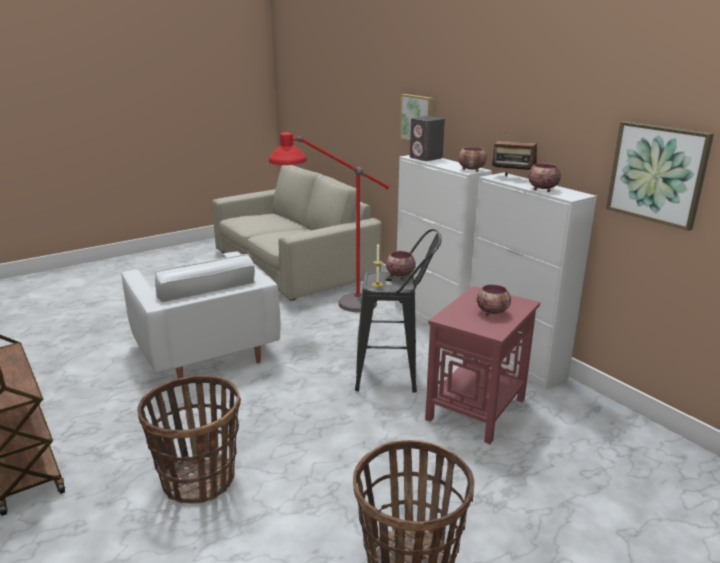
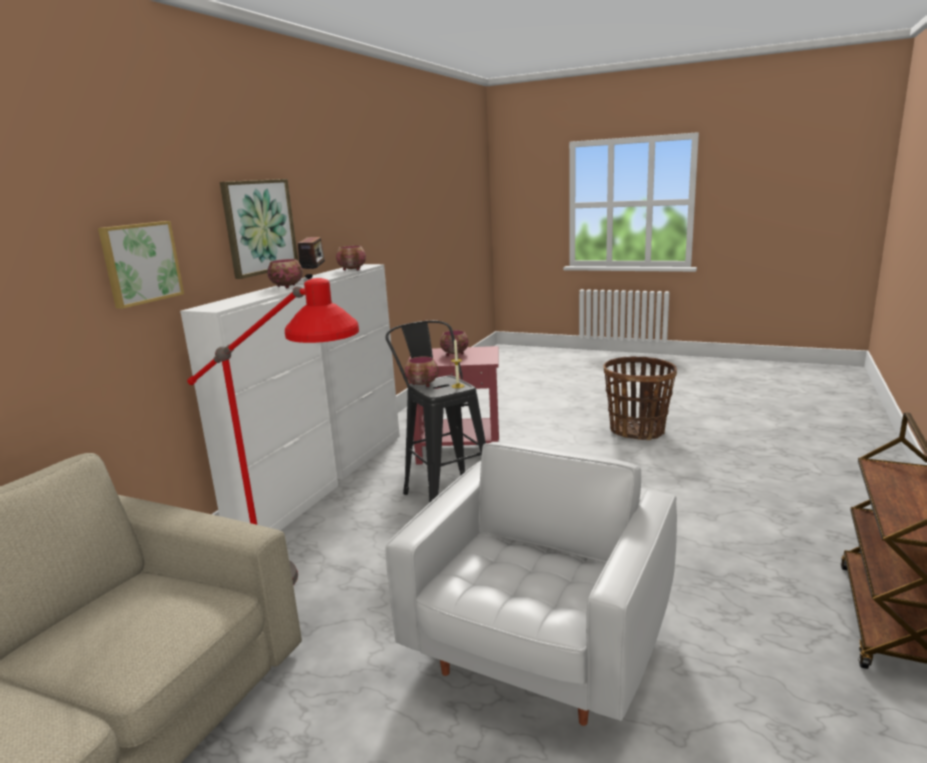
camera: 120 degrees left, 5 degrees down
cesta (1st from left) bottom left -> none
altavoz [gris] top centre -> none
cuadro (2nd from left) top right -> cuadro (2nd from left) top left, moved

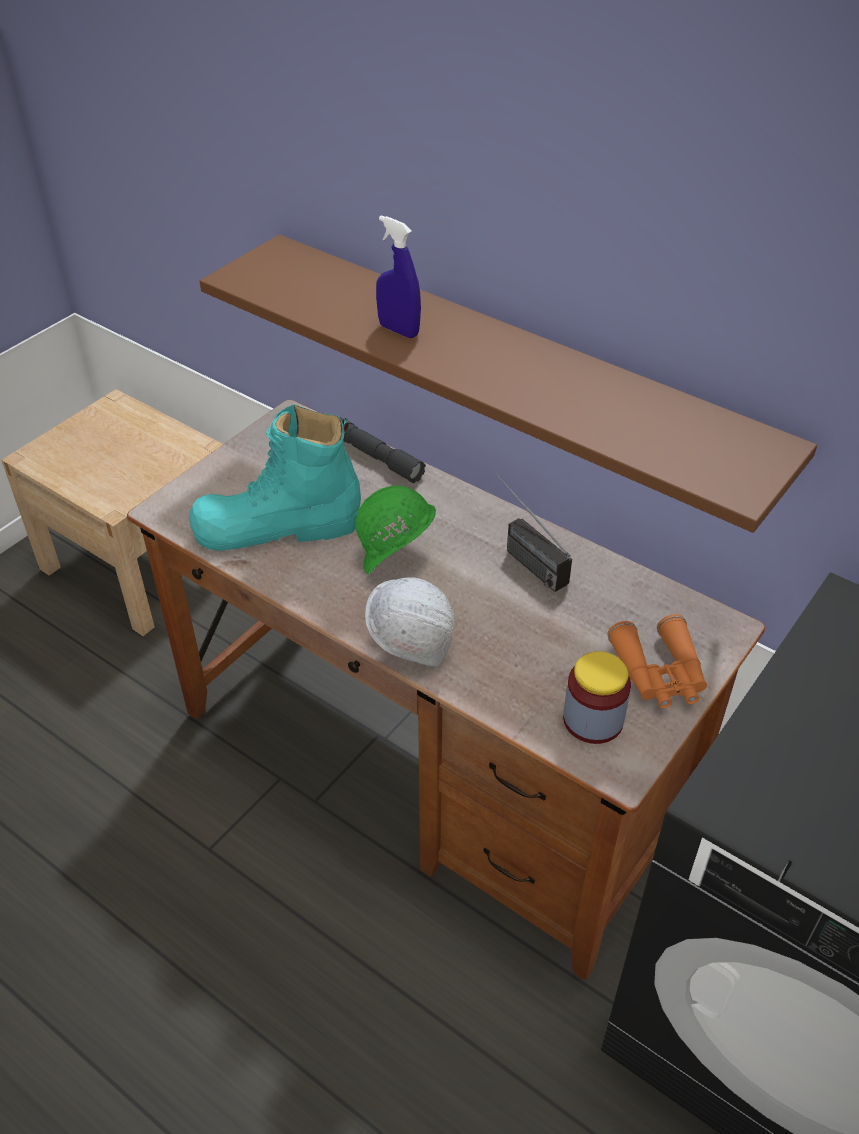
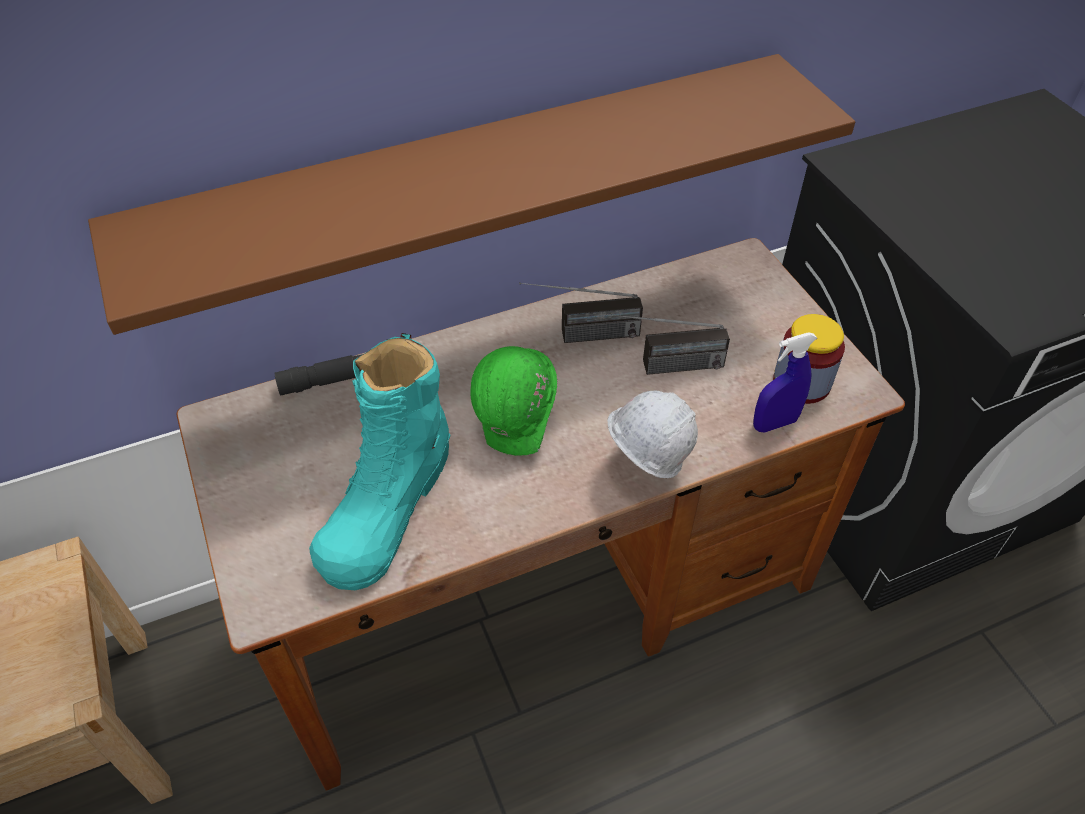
camera: 60 degrees left, 5 degrees up
pulverizador [azul] top centre -> pulverizador [azul] middle right, moved
prismáticos [naranja] middle right -> none
none -> radio (2nd from left) centre

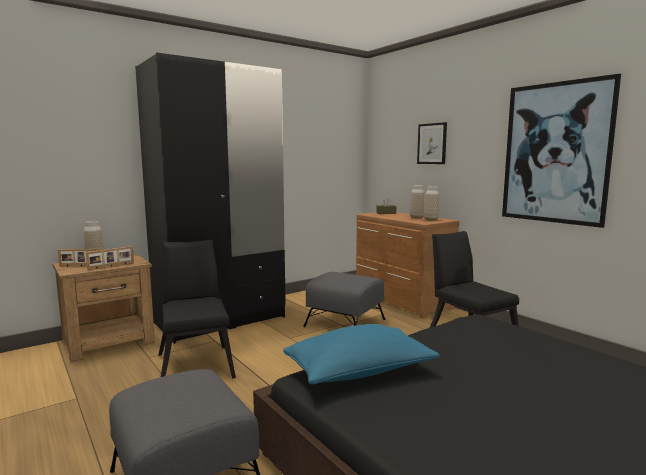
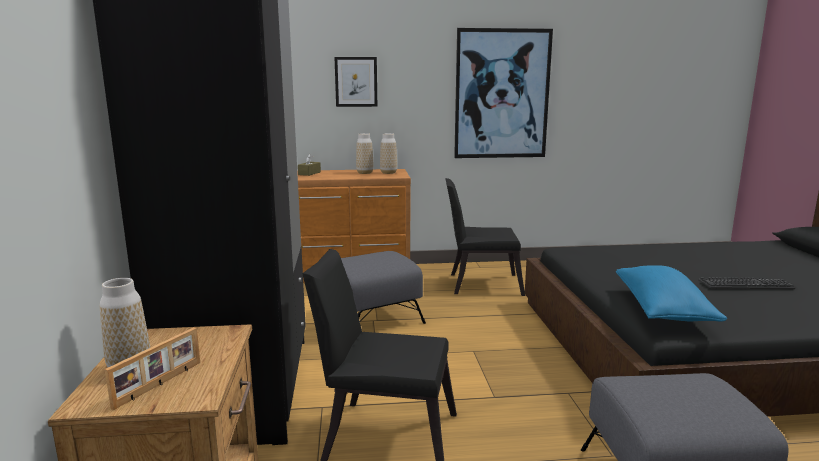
camera: 60 degrees left, 5 degrees up
portarretratos (2nd from left) middle left -> none
none -> teclado middle right

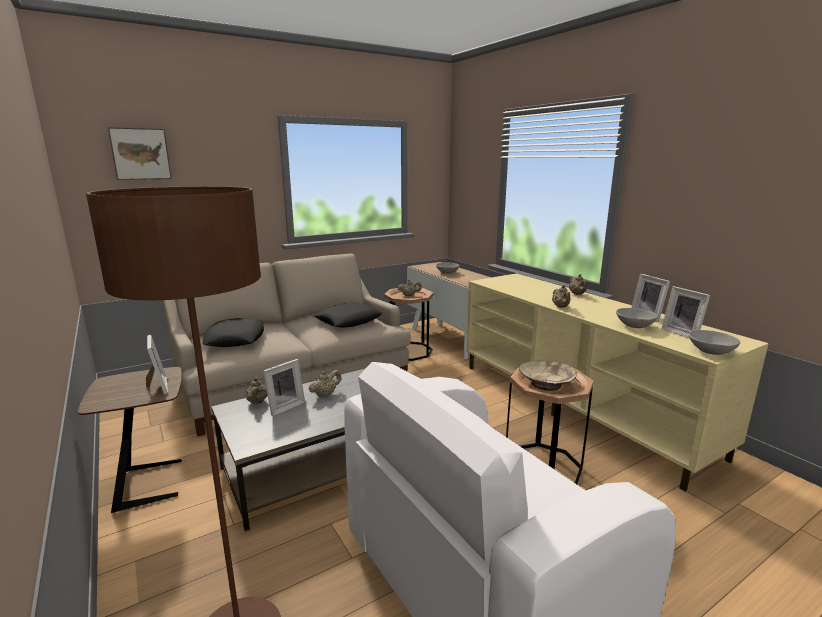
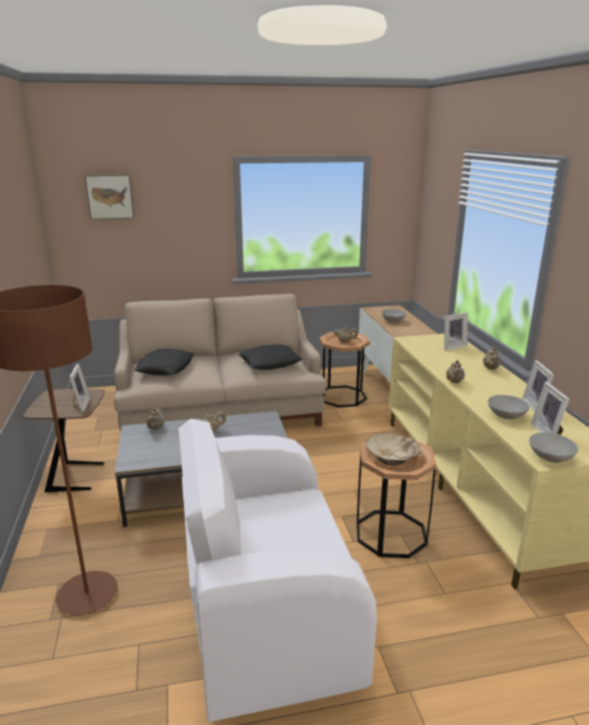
camera: 20 degrees right, 5 degrees up
portarretratos (2nd from left) centre -> portarretratos (2nd from left) middle right, moved

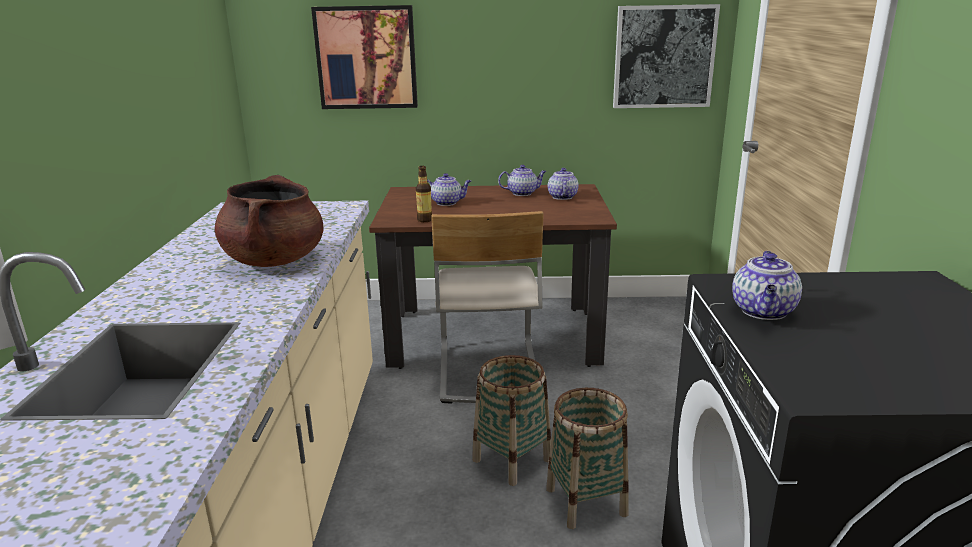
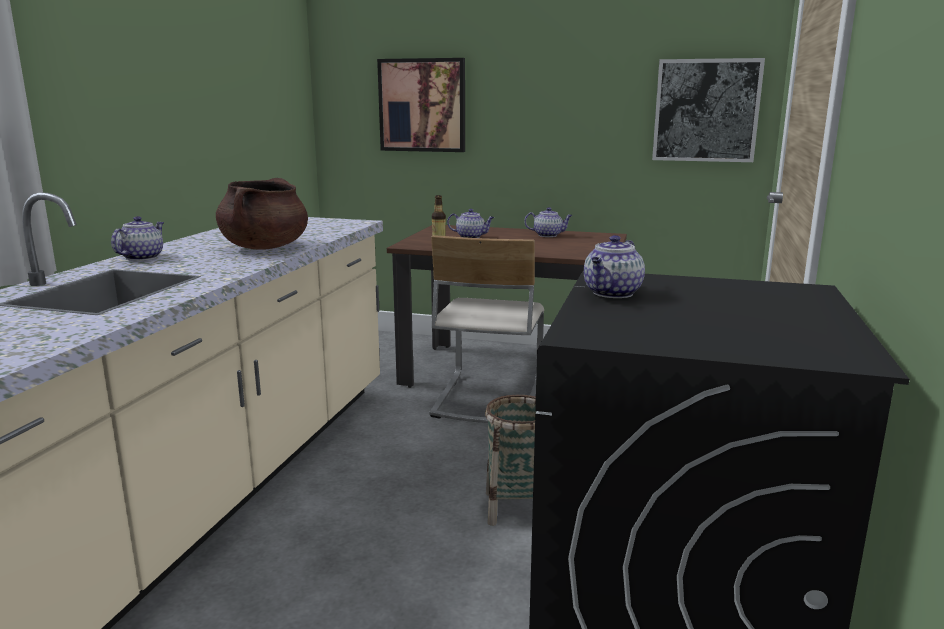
camera: 15 degrees right, 5 degrees down
cesta (1st from left) bottom centre -> none
tetera (3rd from left in the first image) centre -> tetera (1st from left) middle left, moved

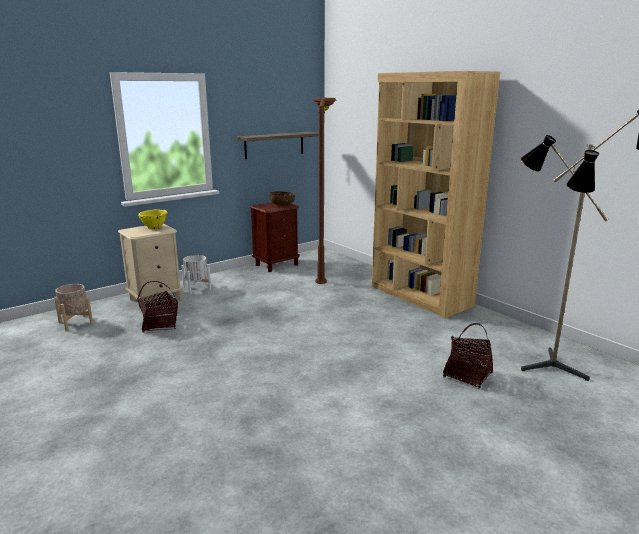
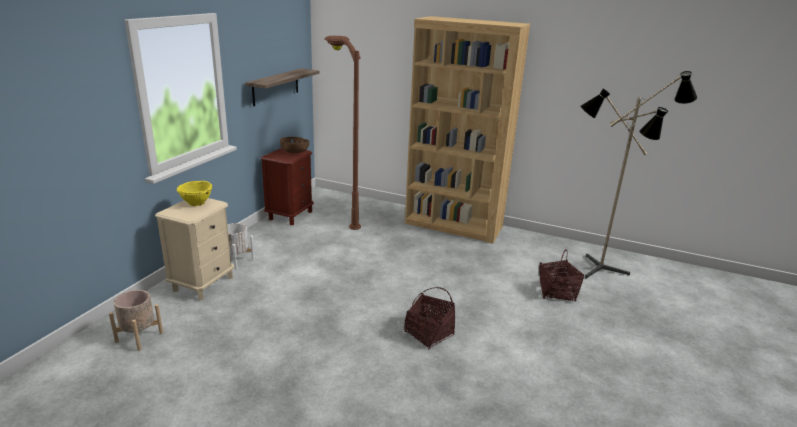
camera: 30 degrees left, 5 degrees up
cesta (1st from left) middle left -> cesta (1st from left) bottom centre, moved

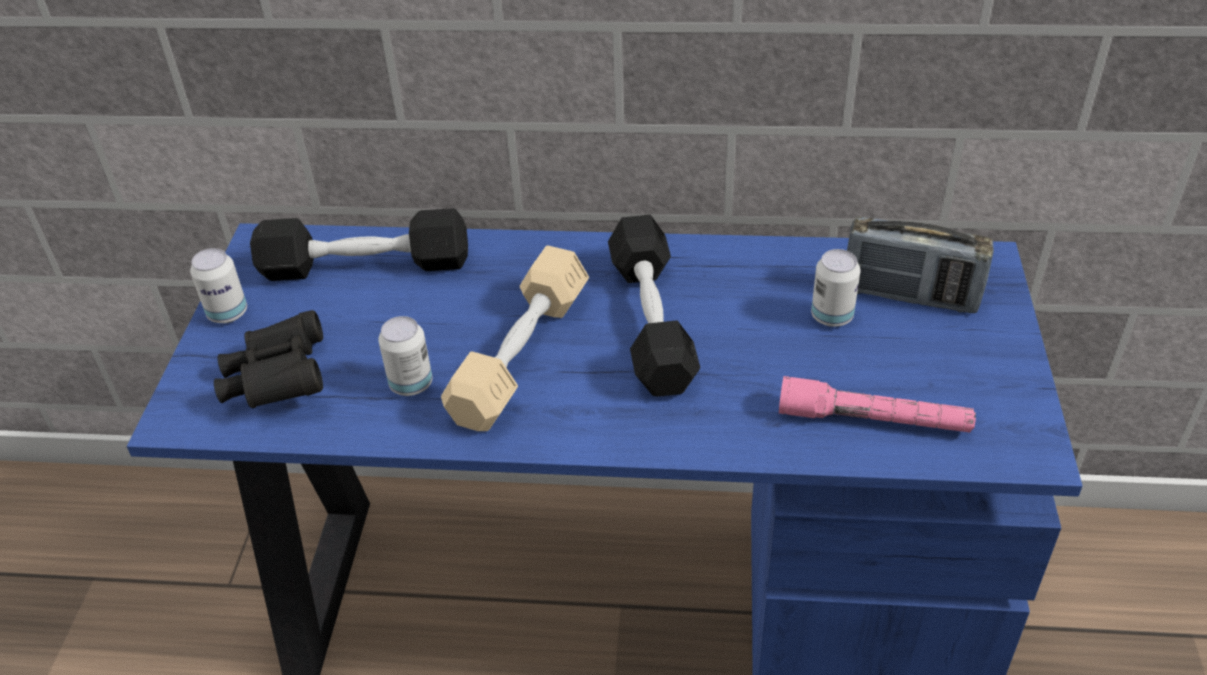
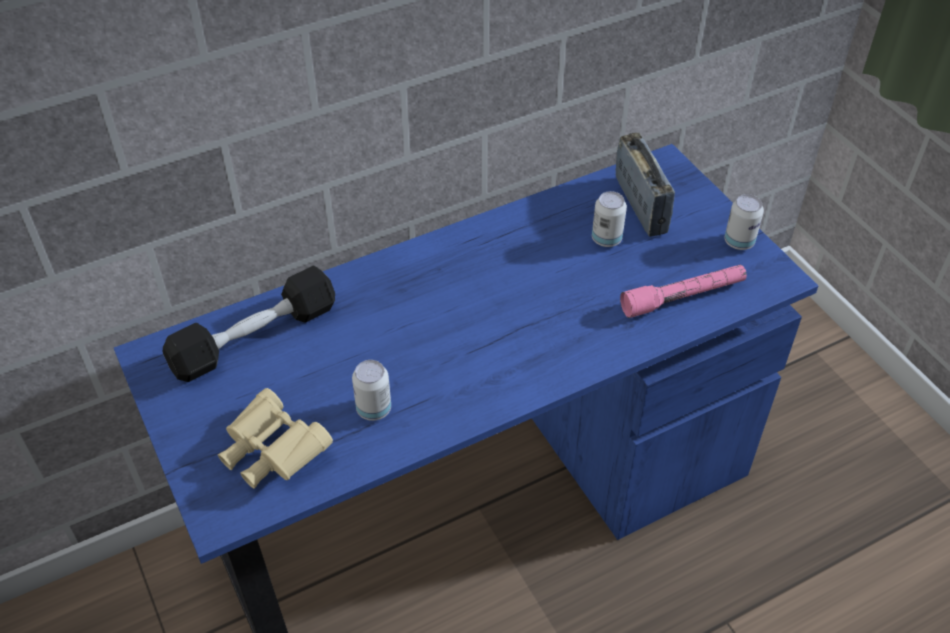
camera: 35 degrees left, 5 degrees up
lata (1st from left in the first image) middle left -> lata (3rd from left) middle right, moved
prismáticos [negro] middle left -> prismáticos [beis] bottom left
mancuerna [beis] centre -> none
mancuerna [negro] (2nd from left) centre -> none
radio middle right -> radio top right, 90 degrees counterclockwise

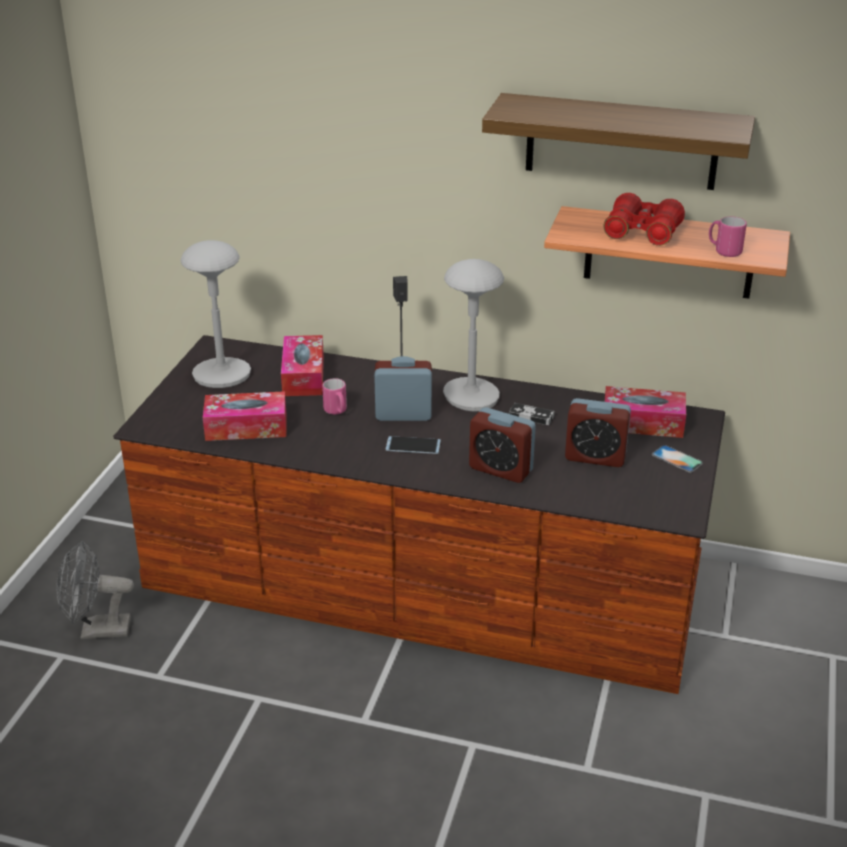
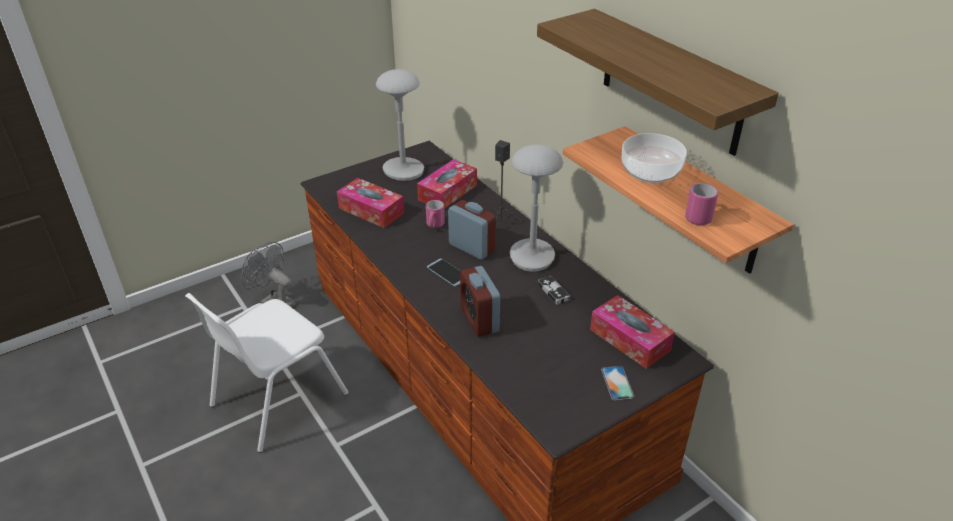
camera: 40 degrees right, 5 degrees up
despertador (3rd from left) middle right -> none
prismáticos [rojo] top right -> cuenco top right
none -> silla [blanco] bottom left

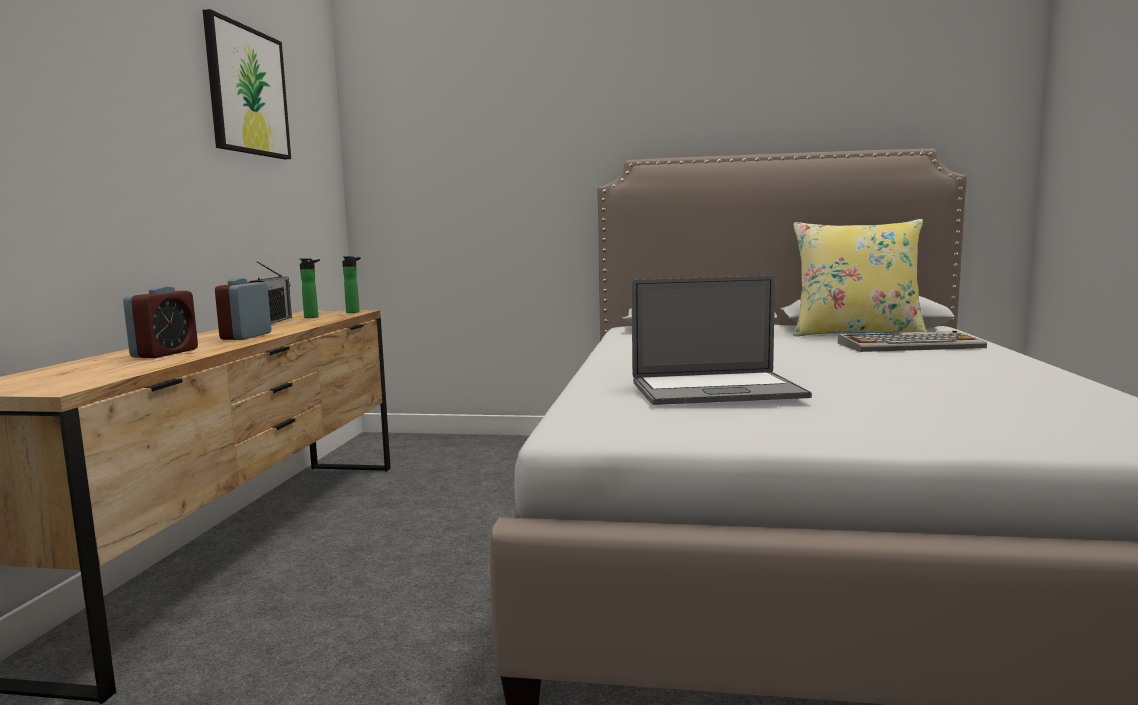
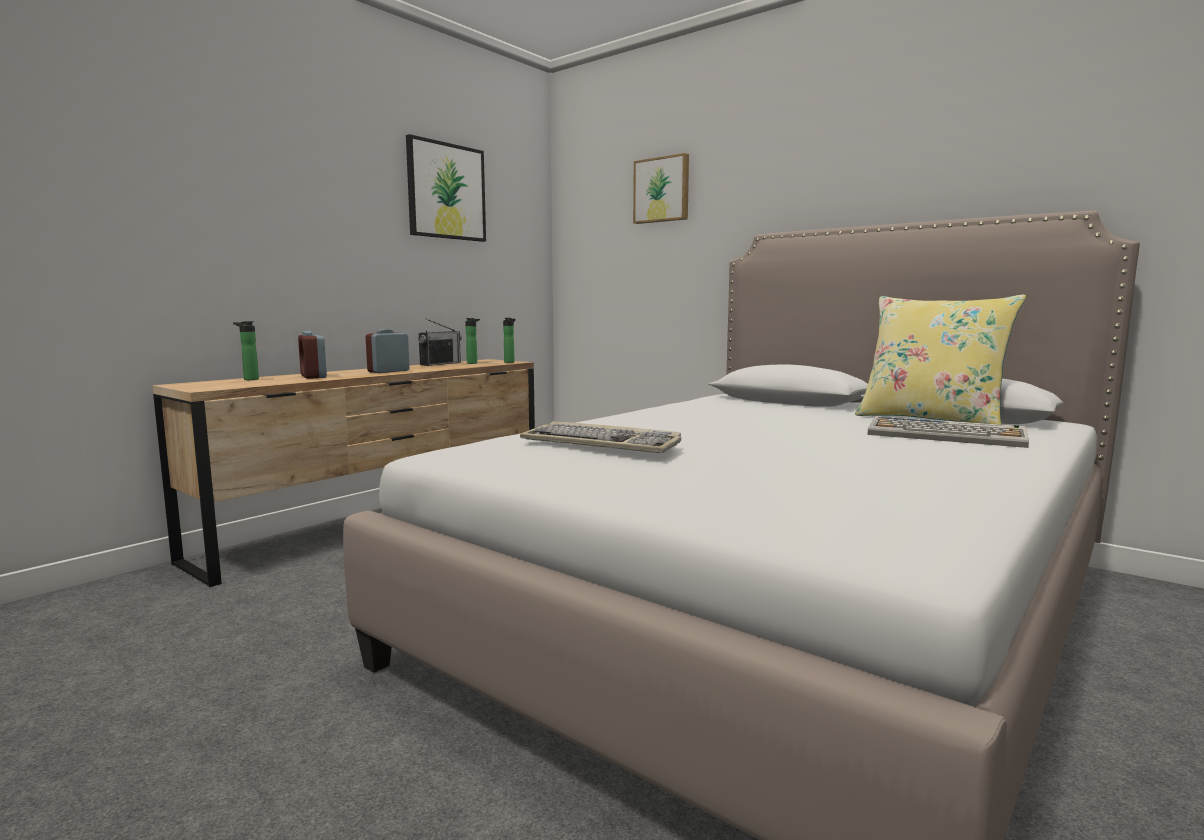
camera: 30 degrees right, 0 degrees up
despertador (1st from left) middle left, 105 degrees clockwise
portátil centre -> teclado (1st from left) centre
none -> botella (1st from left) middle left
none -> cuadro (2nd from left) top centre

